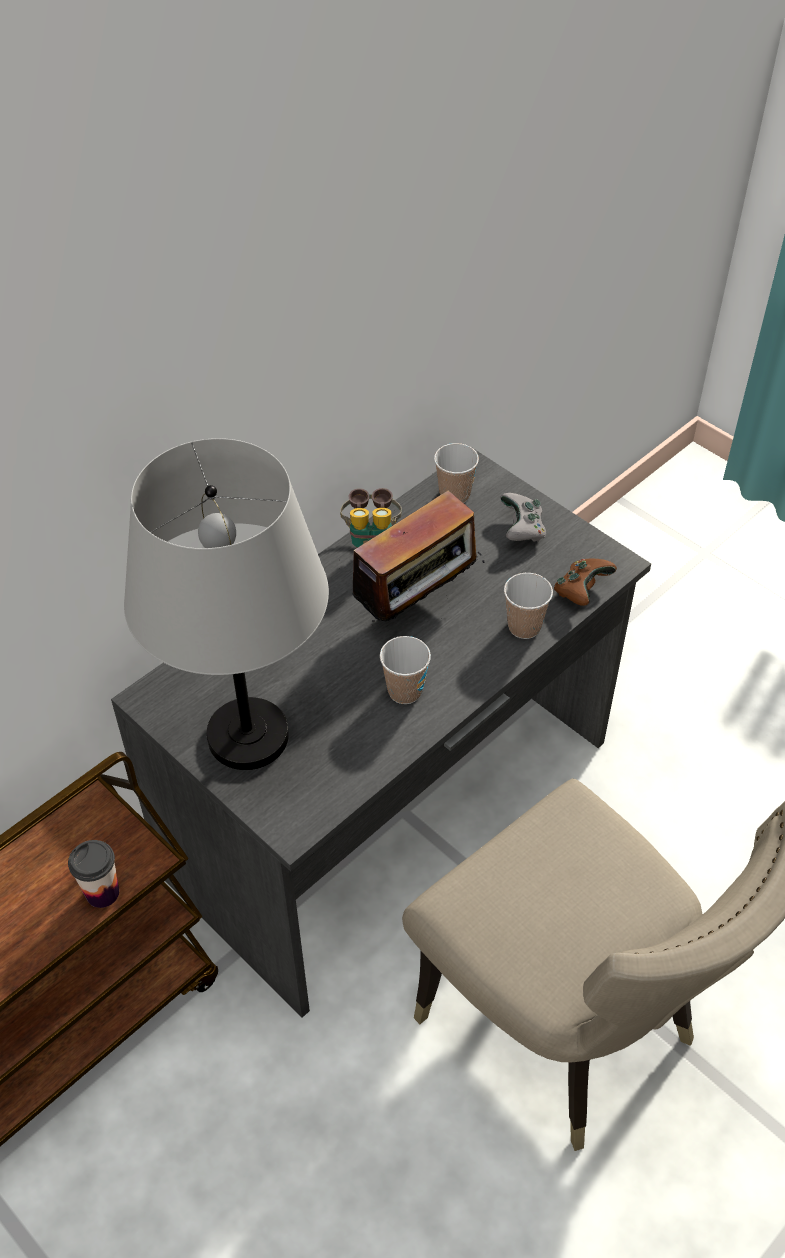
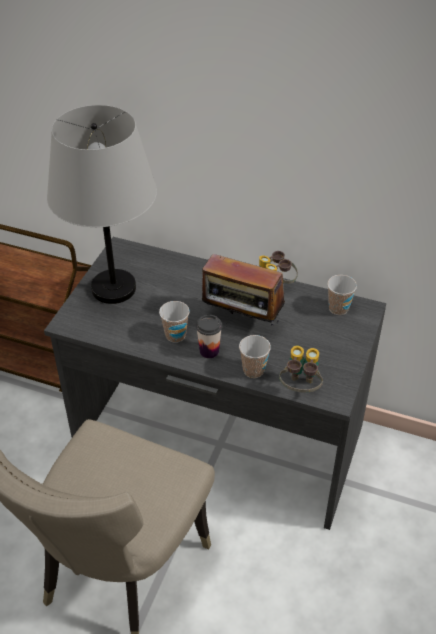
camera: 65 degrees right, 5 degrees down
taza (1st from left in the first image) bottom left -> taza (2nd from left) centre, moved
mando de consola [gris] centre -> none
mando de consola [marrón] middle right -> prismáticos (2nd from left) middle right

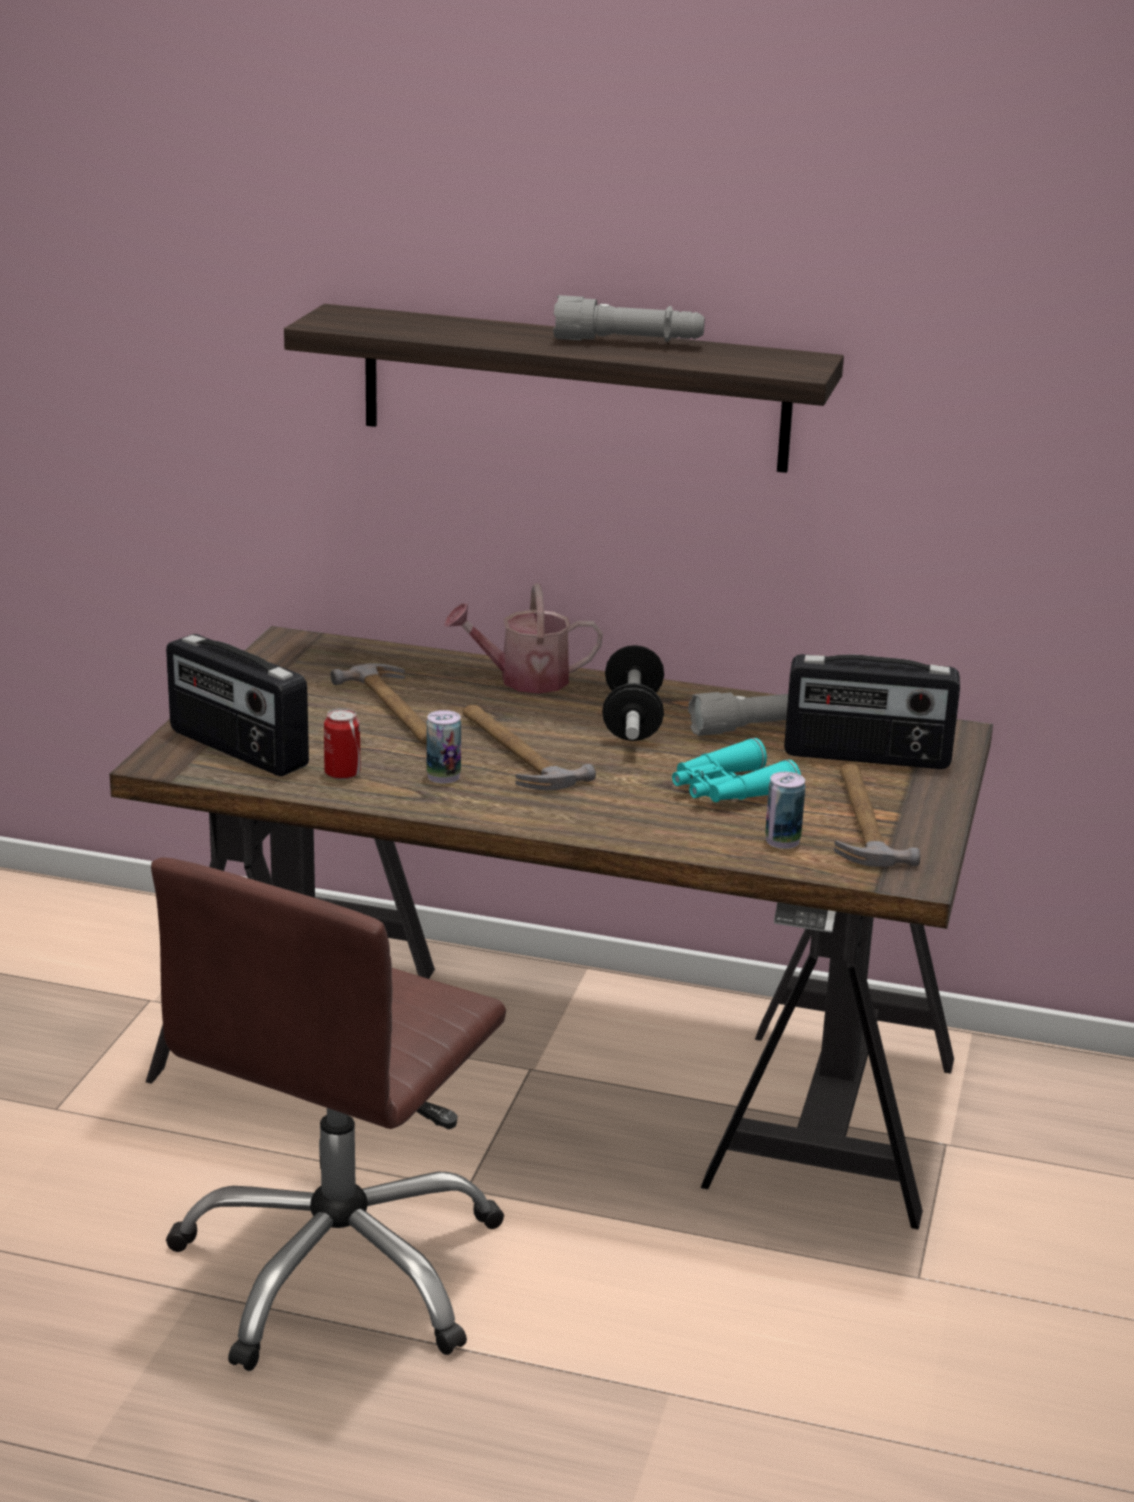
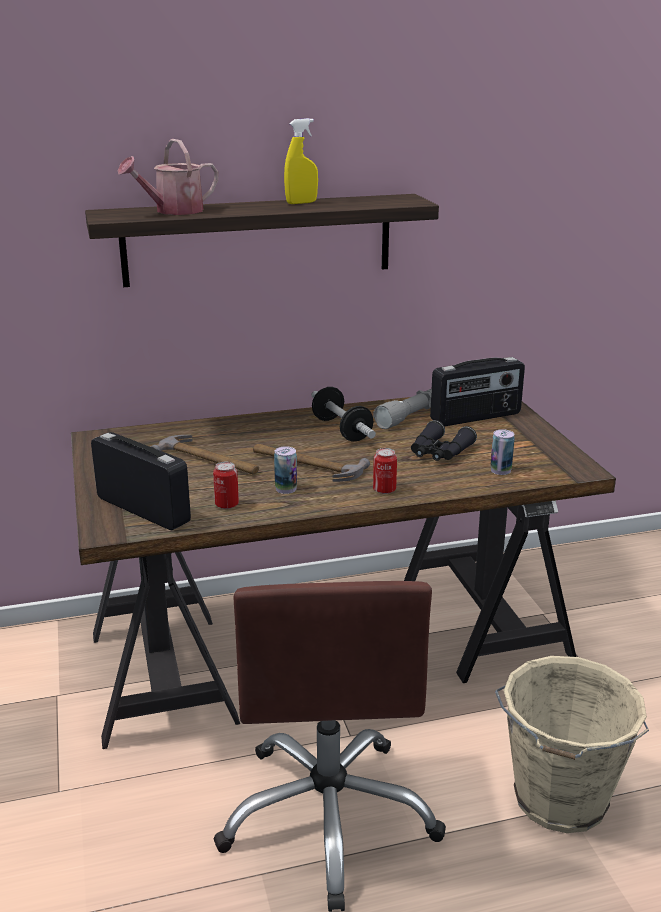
camera: 30 degrees left, 0 degrees up
radio (1st from left) middle left, 150 degrees counterclockwise
regadera centre -> regadera top left, moved
linterna [gris] (1st from left) top centre -> pulverizador [amarillo] top centre
prismáticos [turquesa] centre -> prismáticos [negro] middle right
martillo (3rd from left) middle right -> none
none -> lata (3rd from left) centre
none -> cubo [beis] bottom right

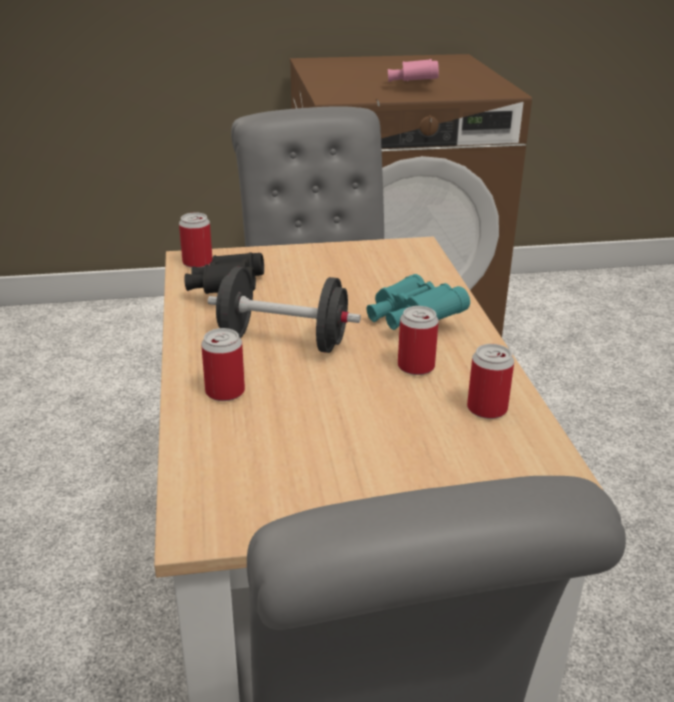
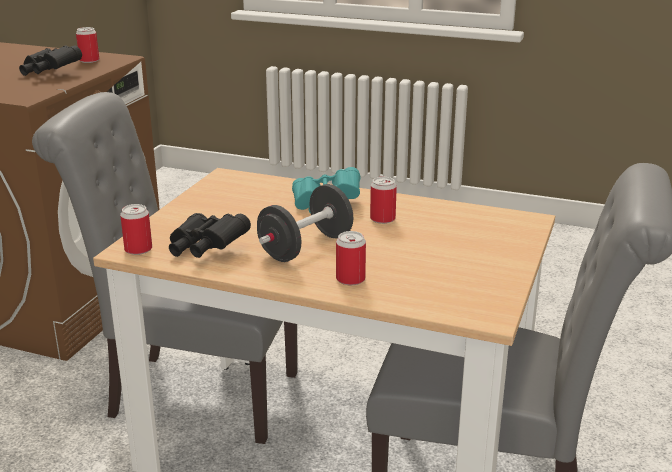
camera: 60 degrees left, 5 degrees down
prismáticos [rosa] top centre -> prismáticos [negro] (1st from left) top left
lata (4th from left in the first image) middle right -> lata (1st from left) top left, moved

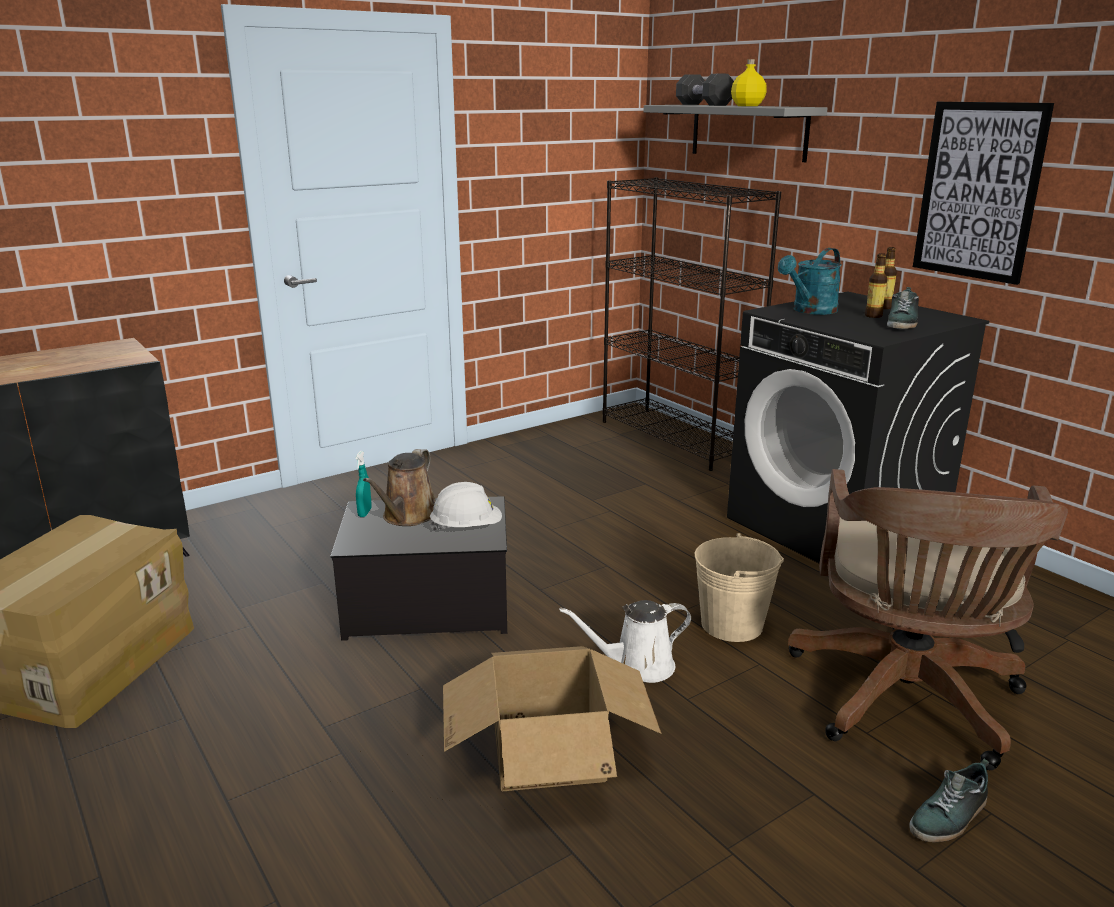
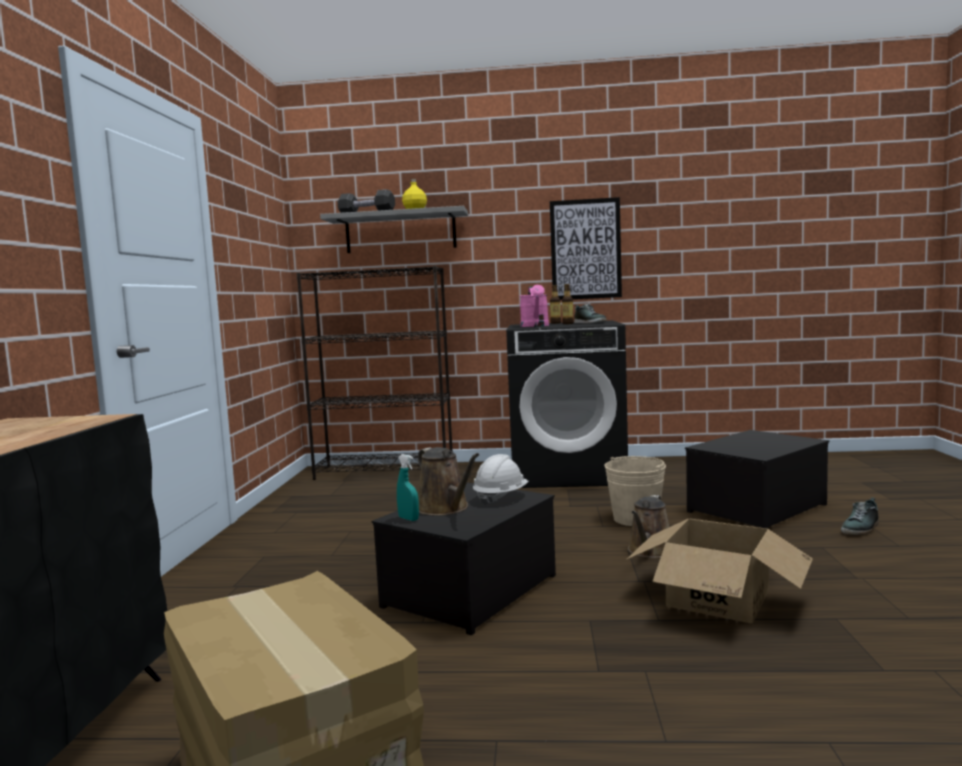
camera: 50 degrees left, 15 degrees down
regadera [blanco] bottom centre -> regadera [marrón] (2nd from left) bottom right
regadera [turquesa] top right -> regadera [rosa] centre
silla de oficina [marrón] bottom right -> caja de almacenaje (2nd from left) middle right
zapato (2nd from left) bottom right, 45 degrees clockwise

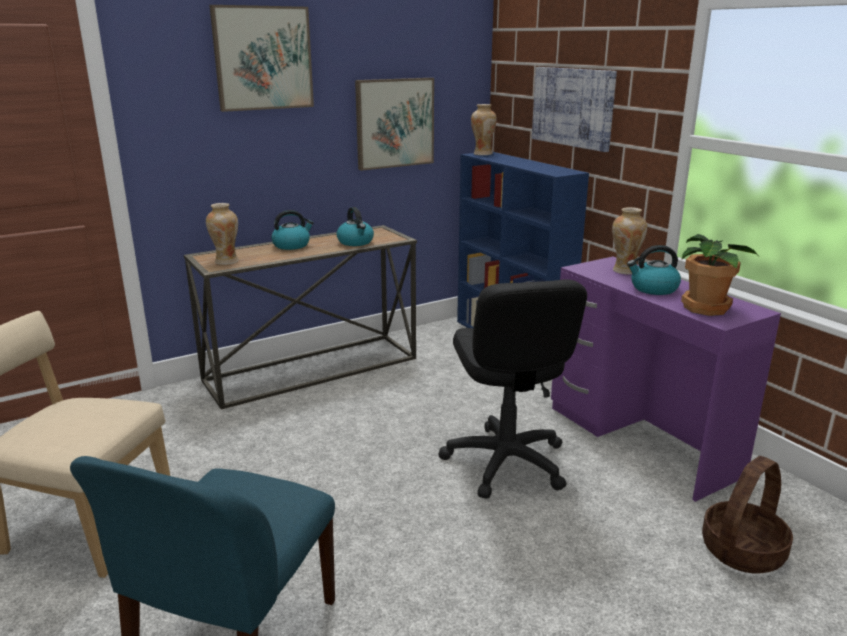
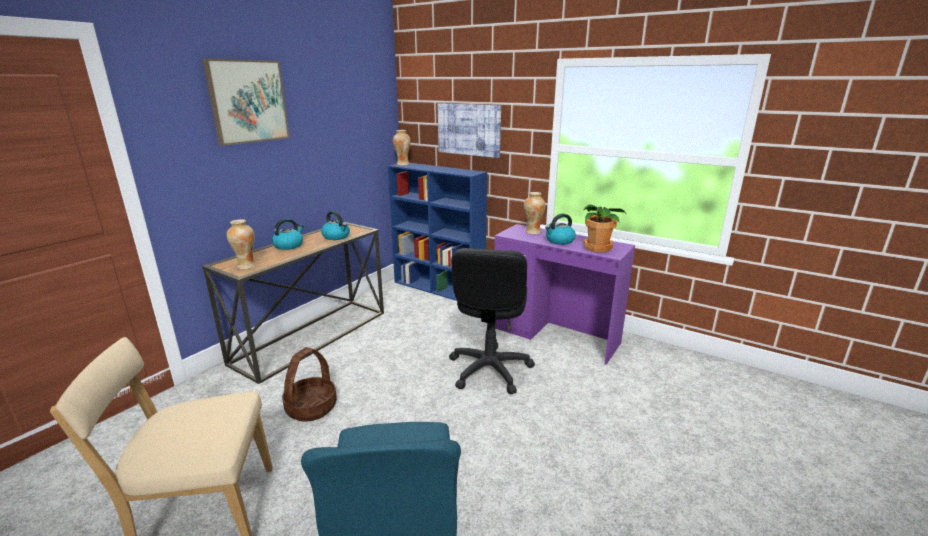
camera: 25 degrees left, 0 degrees up
cuadro (2nd from left) top centre -> none
silla de oficina [negro] centre, 45 degrees clockwise
cesta bottom right -> cesta bottom left, moved

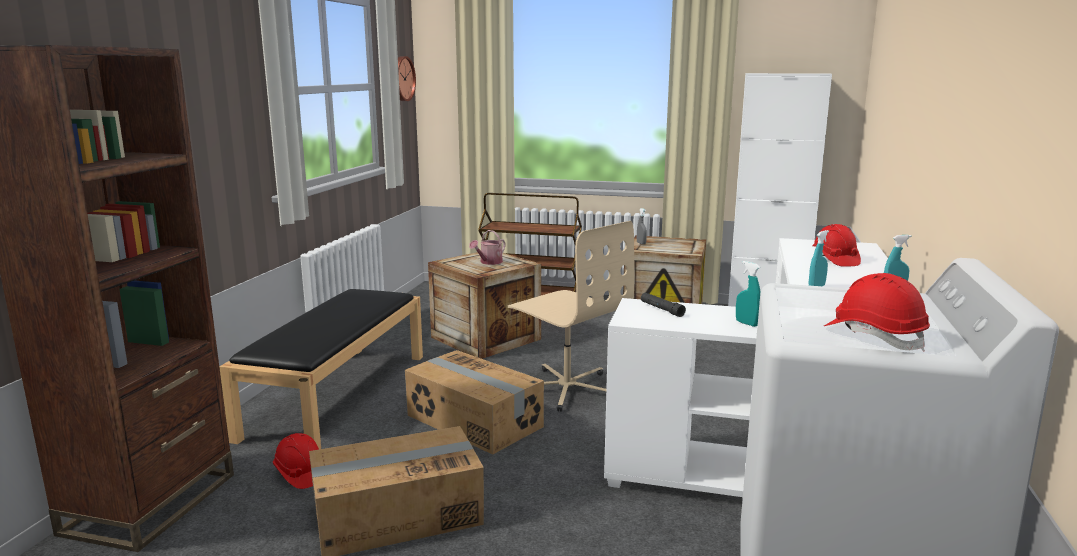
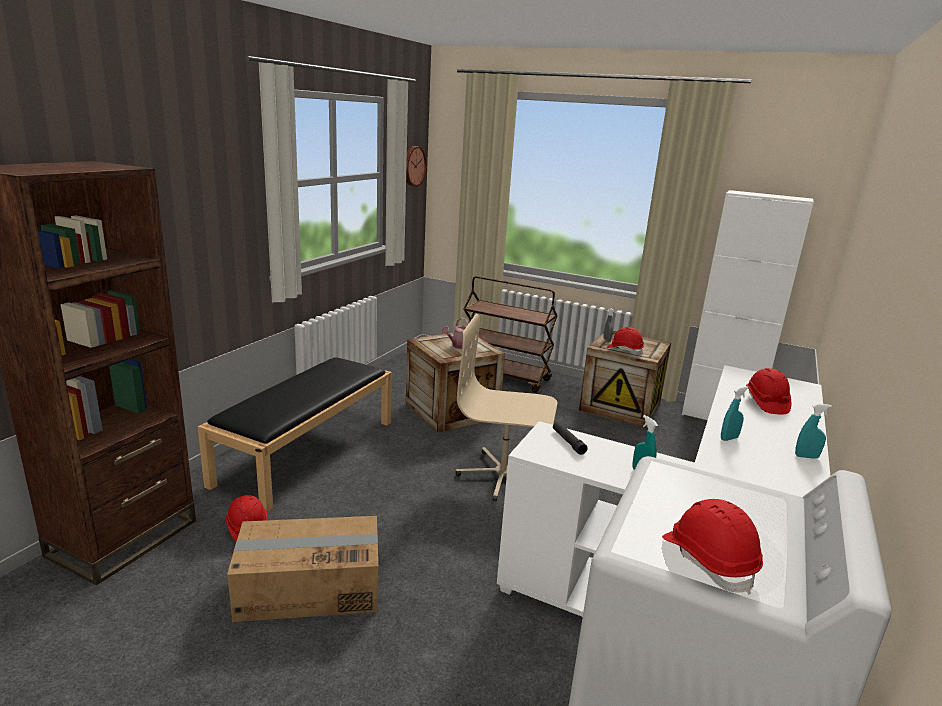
camera: 10 degrees right, 5 degrees up
caja de cartón (2nd from left) bottom centre -> none
silla de oficina [beis] centre, 135 degrees clockwise
none -> casco [rojo] (2nd from left) centre

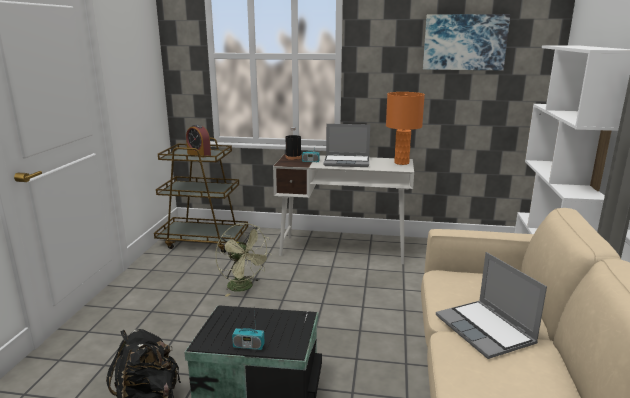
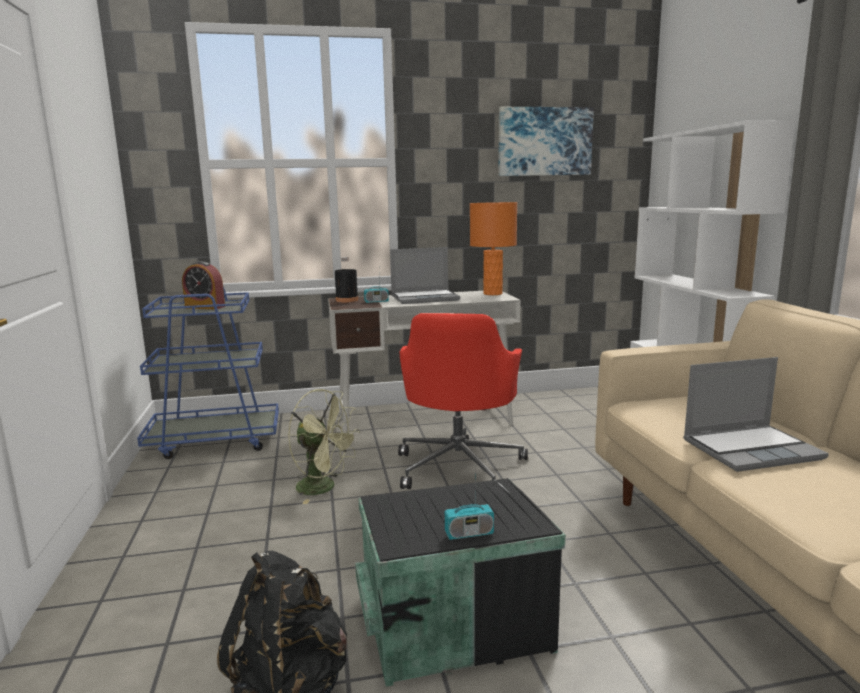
camera: 20 degrees left, 5 degrees down
carrito [marrón] middle left -> carrito [azul] middle left
portátil (2nd from left) bottom right -> portátil (2nd from left) middle right, 60 degrees counterclockwise
none -> silla de oficina [rojo] centre

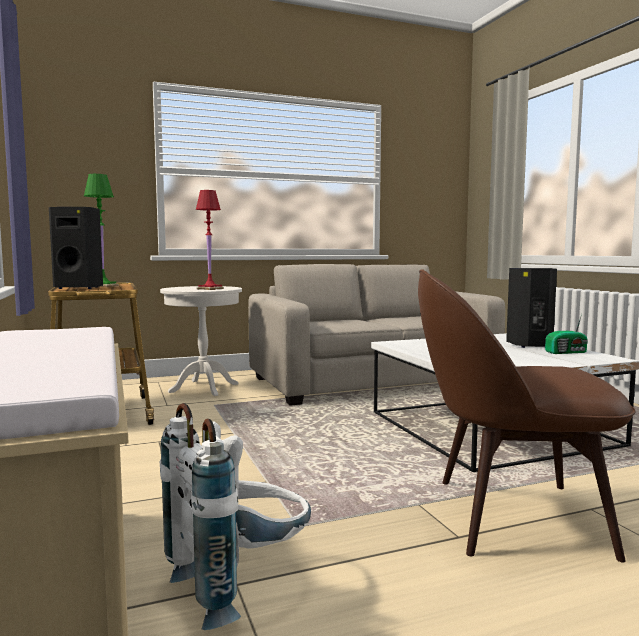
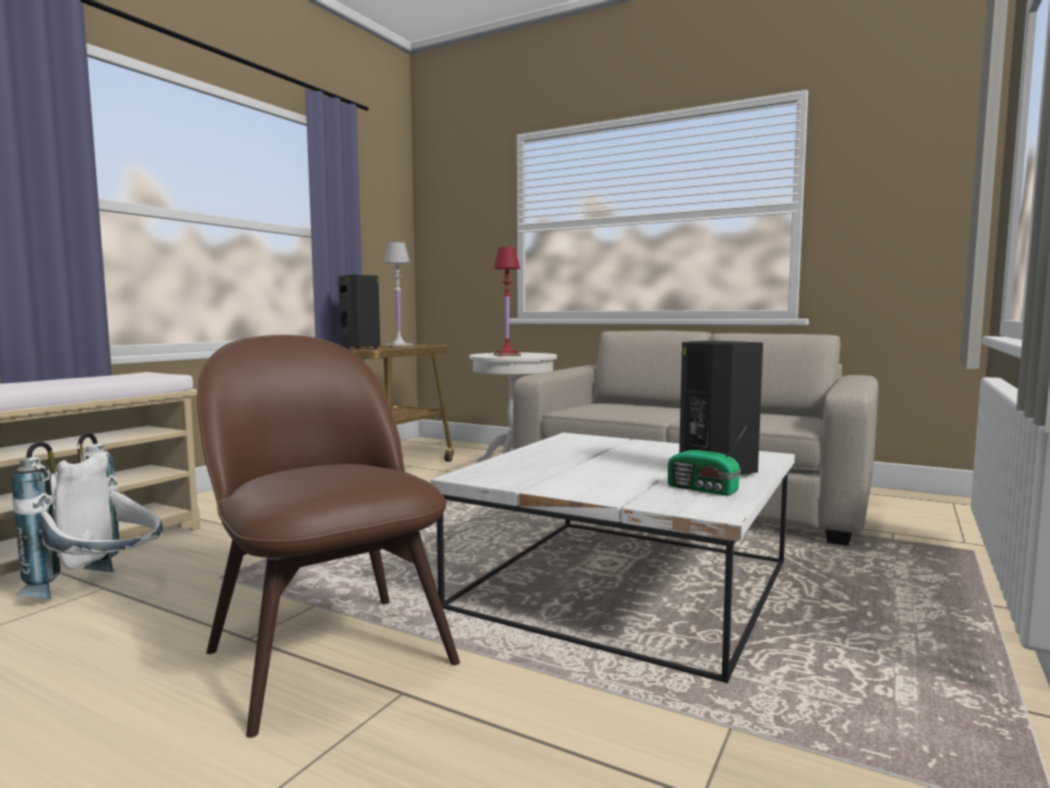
camera: 50 degrees right, 0 degrees up
lámpara de mesa [verde] middle left -> lámpara de mesa [blanco] centre

